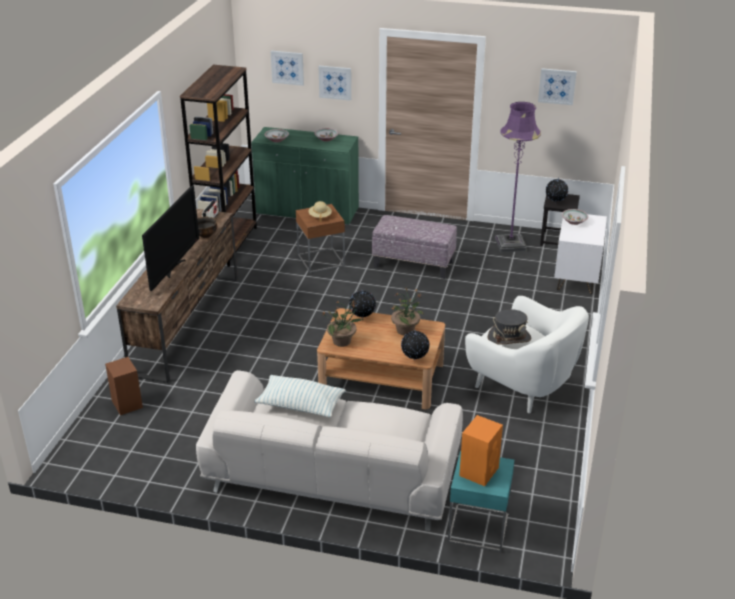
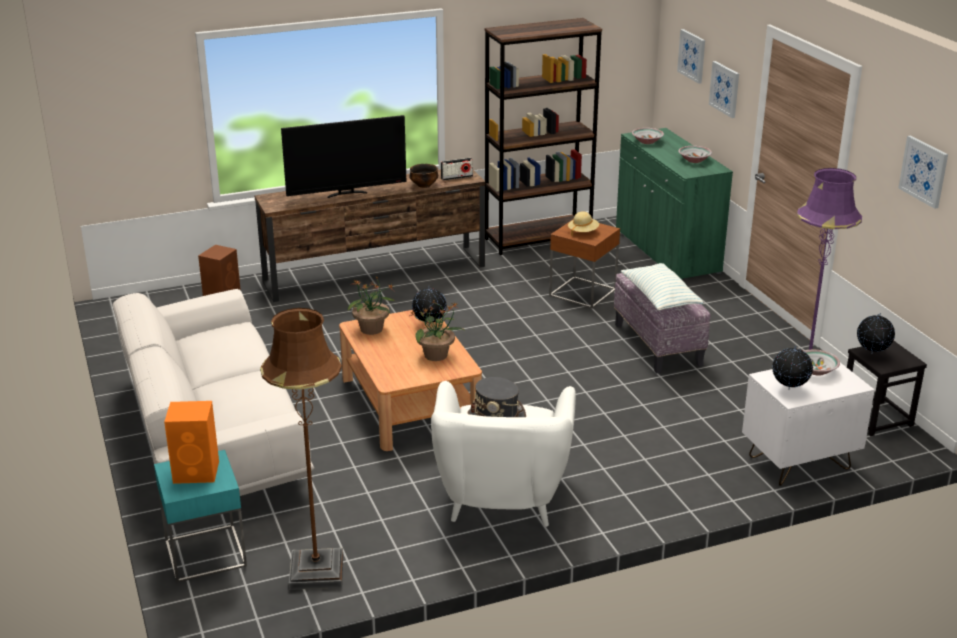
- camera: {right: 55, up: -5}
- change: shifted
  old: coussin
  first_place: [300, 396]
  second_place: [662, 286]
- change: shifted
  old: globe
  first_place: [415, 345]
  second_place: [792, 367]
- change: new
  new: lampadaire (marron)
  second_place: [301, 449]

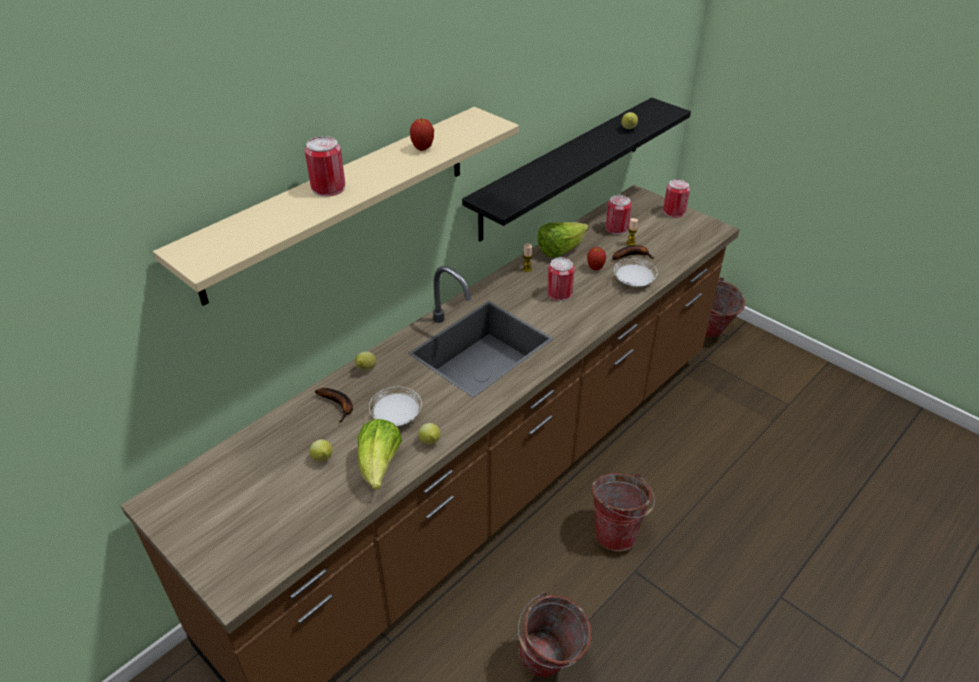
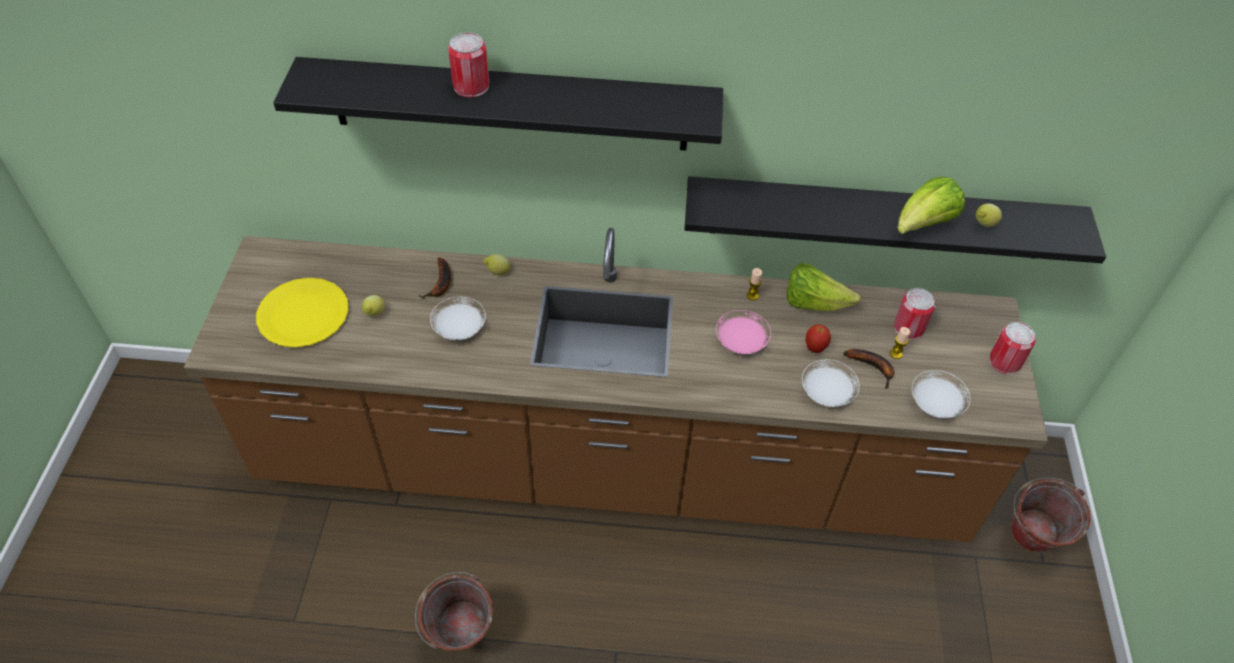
- camera: {right: 50, up: 10}
- change: repainted
  old: étagère (beige)
  new: étagère (noir)
  first_place: [336, 206]
  second_place: [498, 104]
- change: shifted
  old: laitue
  first_place: [380, 454]
  second_place: [931, 205]
- change: gone
  old: pomme
  first_place: [422, 135]
- change: gone
  old: citron
  first_place: [429, 434]
- change: swapped
  old: boîte métallique
  new: assiette (rose)
  first_place: [561, 279]
  second_place: [743, 332]
- change: gone
  old: seau
  first_place: [623, 512]
- change: new
  new: assiette (jaune)
  second_place: [302, 313]
- change: new
  new: assiette (blanc)
  second_place: [941, 394]

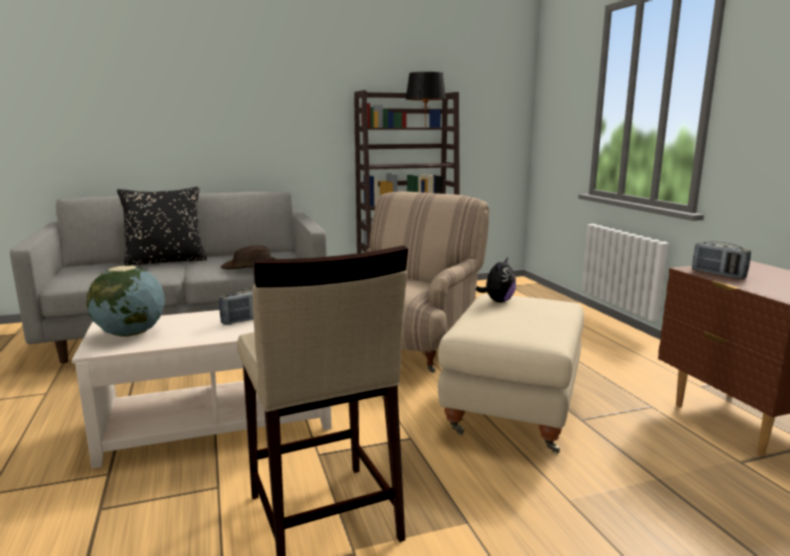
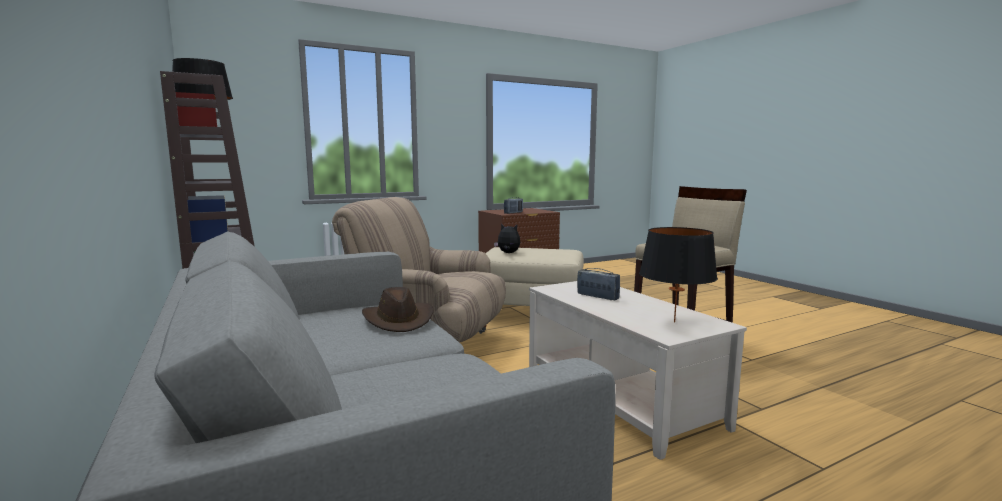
- camera: {right: -100, up: -5}
- change: swapped
  old: globe
  new: lampe de table (noir)
  first_place: [125, 301]
  second_place: [678, 274]
- change: gone
  old: coussin (noir)
  first_place: [162, 226]

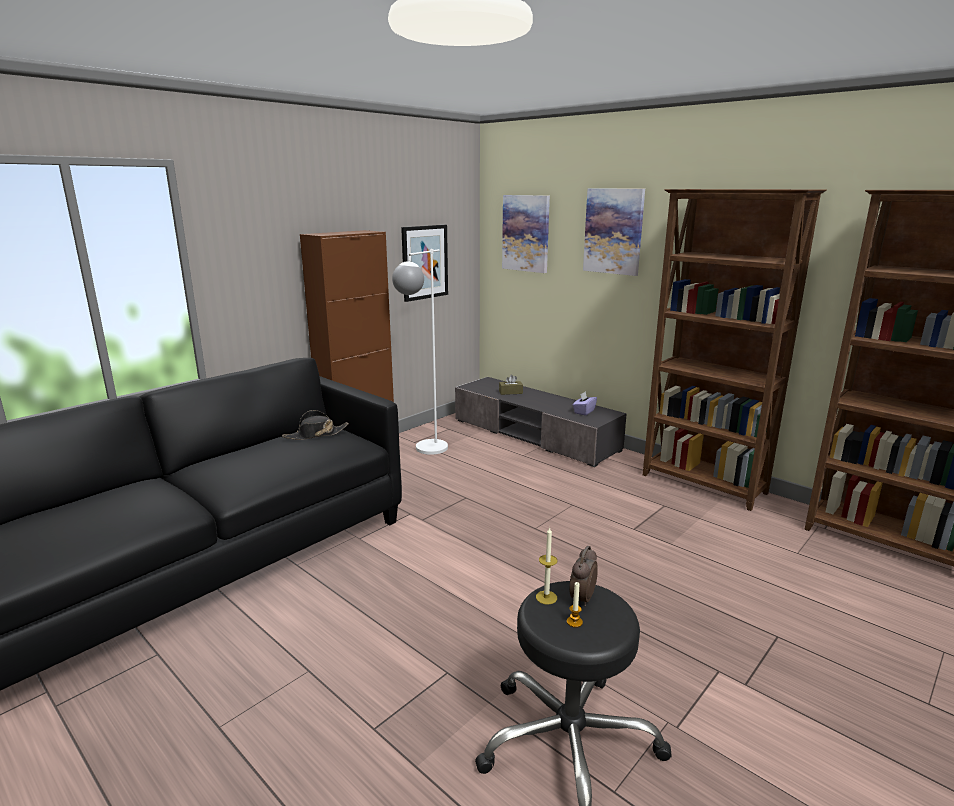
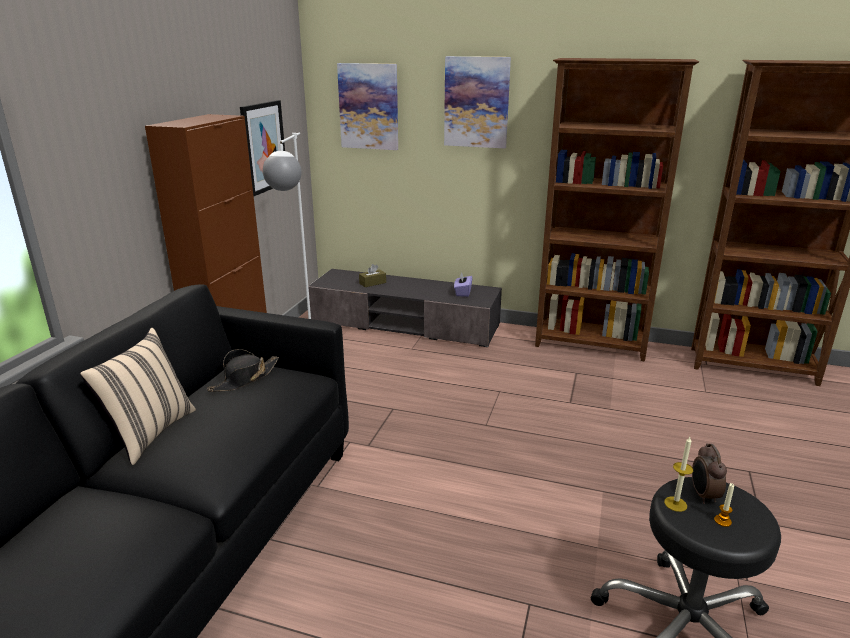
- camera: {right: -25, up: 5}
- change: new
  new: coussin (beige)
  second_place: [138, 396]

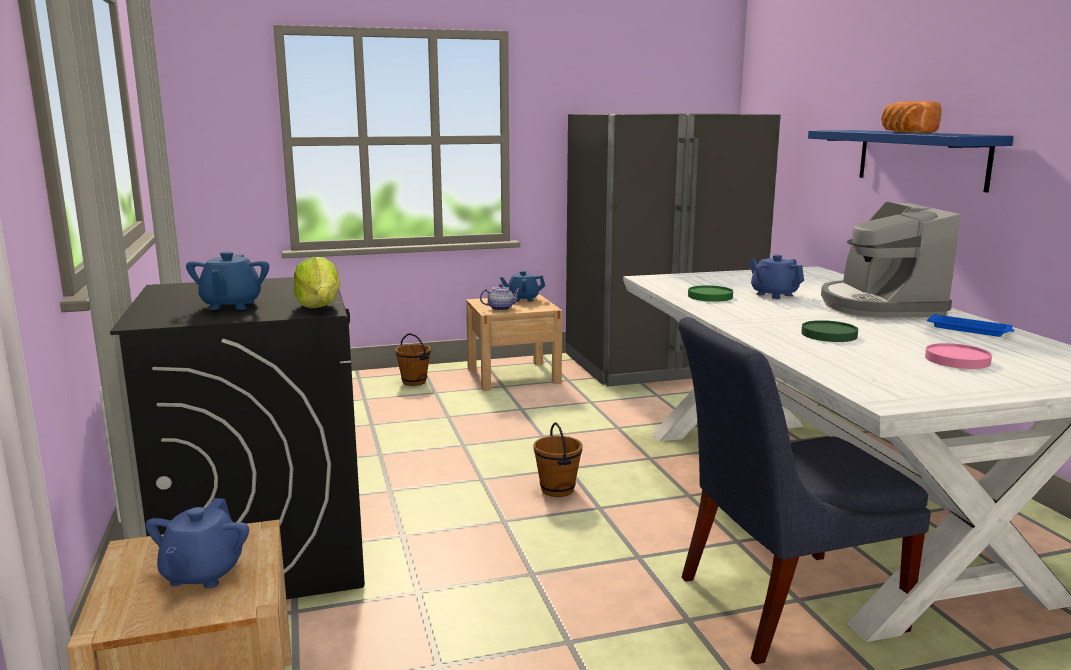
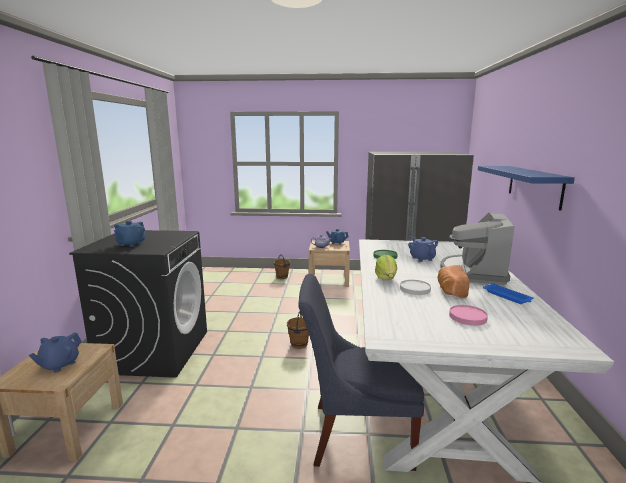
- camera: {right: 20, up: 0}
- change: shifted
  old: laitue
  first_place: [317, 282]
  second_place: [386, 267]
- change: repainted
  old: assiette (vert)
  new: assiette (blanc)
  first_place: [829, 331]
  second_place: [415, 287]
- change: shifted
  old: pain
  first_place: [911, 117]
  second_place: [453, 281]

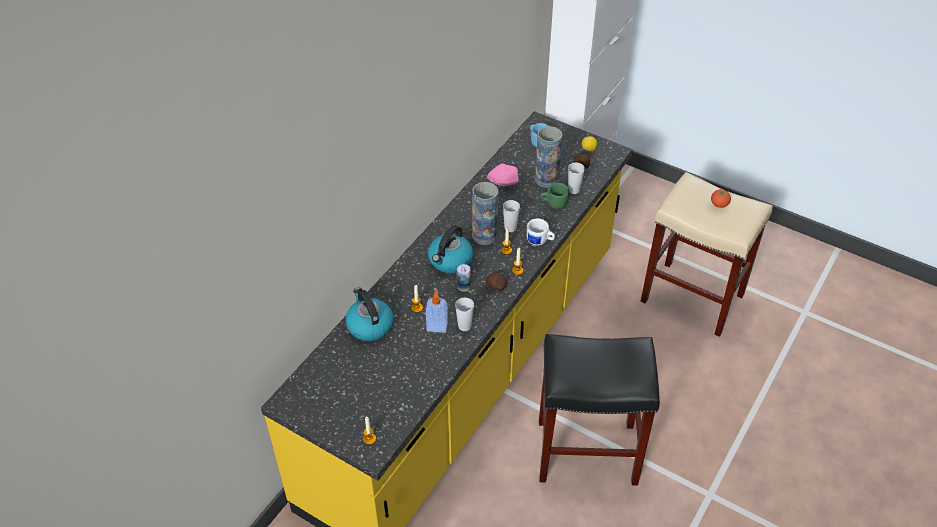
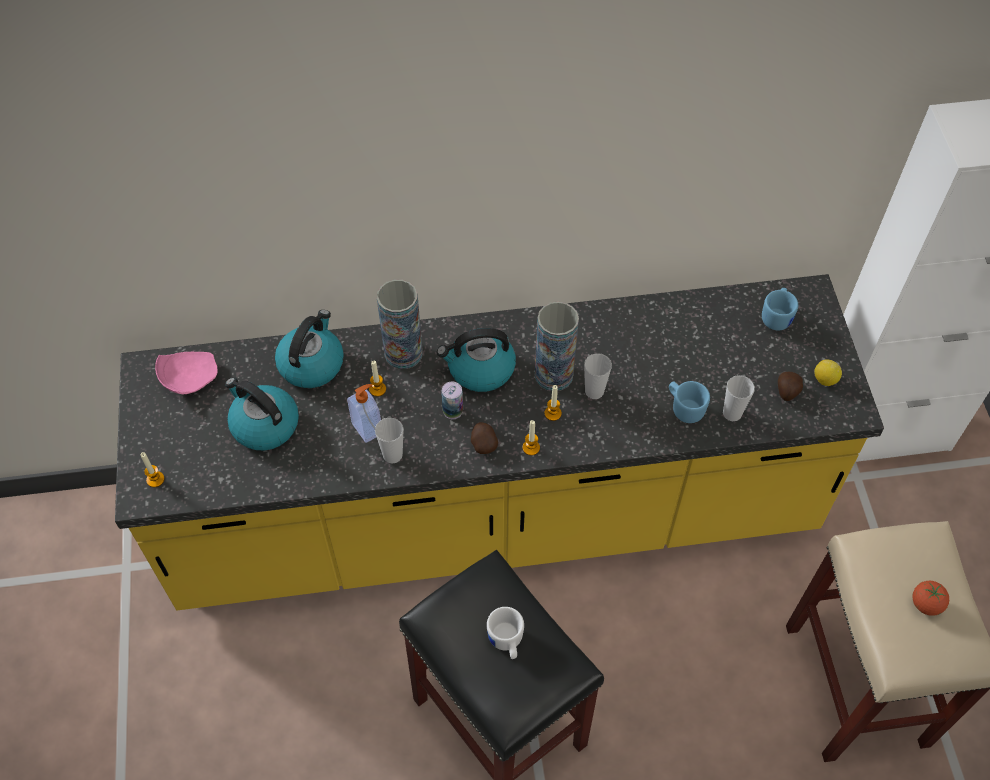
- camera: {right: 50, up: 10}
- change: shifted
  old: assiette (rose)
  first_place: [503, 175]
  second_place: [186, 373]
- change: shifted
  old: mug (blanc)
  first_place: [541, 232]
  second_place: [505, 633]
- change: shifted
  old: vase
  first_place: [548, 157]
  second_place: [400, 324]
- change: repainted
  old: mug (vert)
  new: mug (bleu)
  first_place: [554, 196]
  second_place: [689, 402]
- change: new
  new: bouilloire
  second_place: [262, 413]

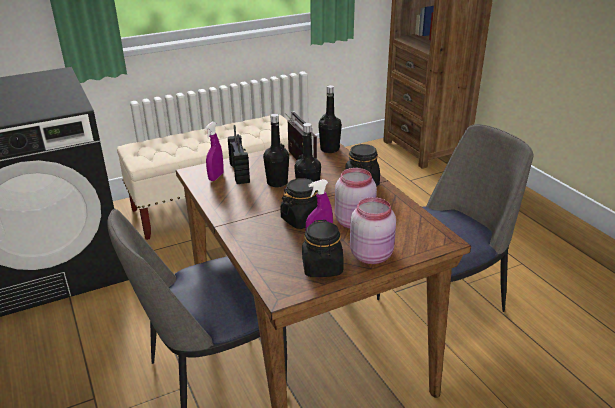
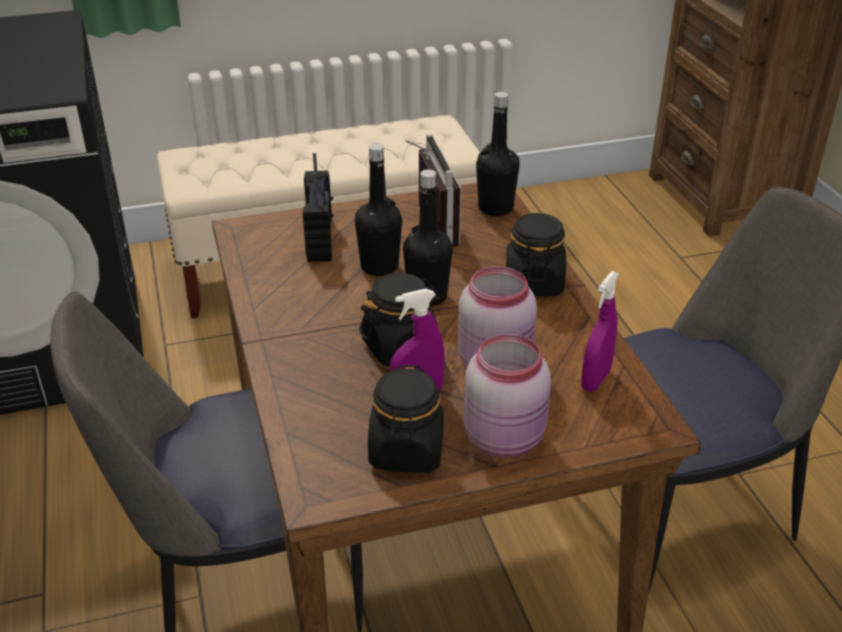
- camera: {right: 10, up: 5}
- change: shifted
  old: vaporisateur (violet)
  first_place: [214, 151]
  second_place: [600, 331]

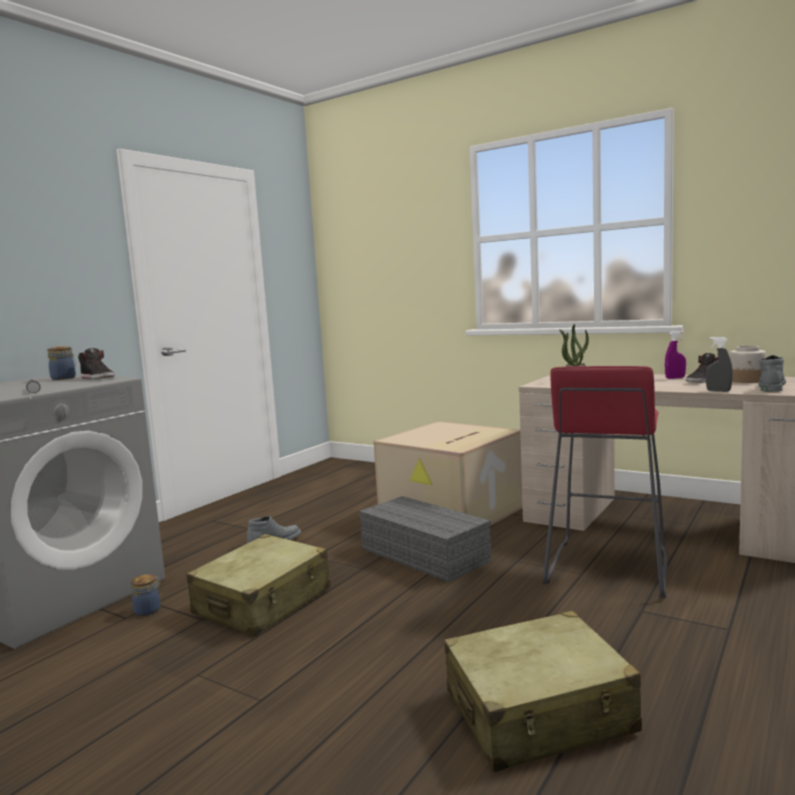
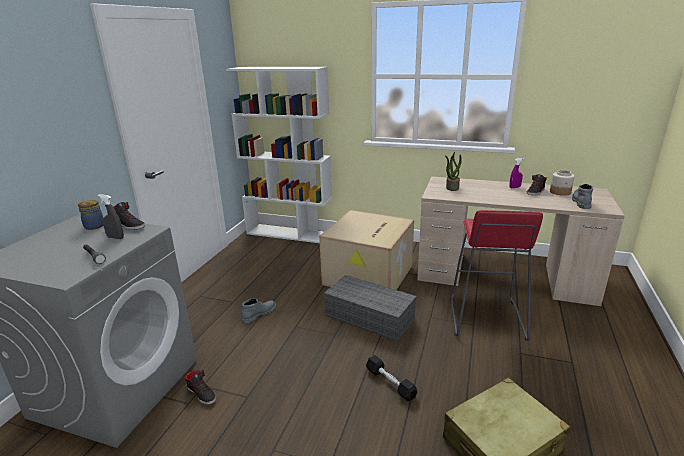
- camera: {right: -15, up: 15}
- change: swapped
  old: bocal
  new: chaussure (noir)
  first_place: [146, 595]
  second_place: [200, 387]
- change: gone
  old: valise (beige)
  first_place: [258, 585]
- change: shifted
  old: vaporisateur (gris)
  first_place: [719, 364]
  second_place: [111, 216]
- change: new
  new: bibliothèque (blanc)
  second_place: [279, 155]
- change: new
  new: haltère (noir)
  second_place: [391, 378]

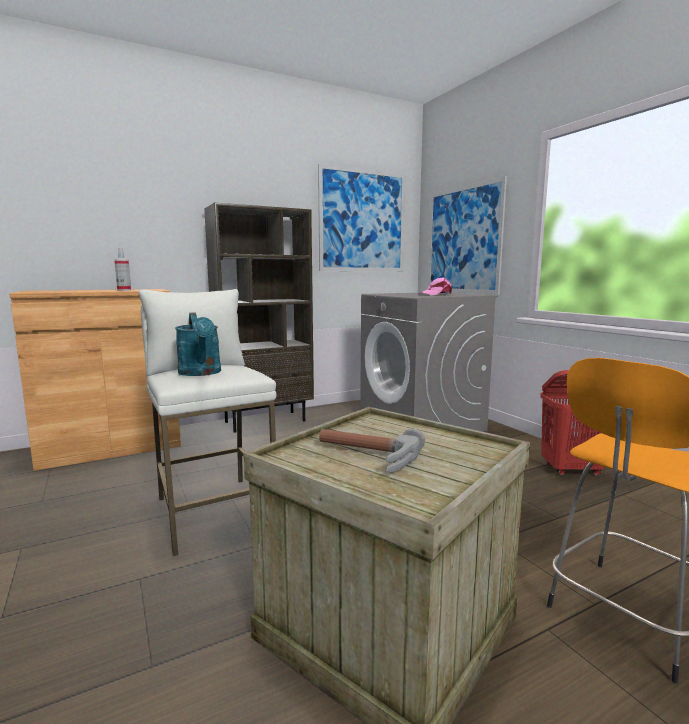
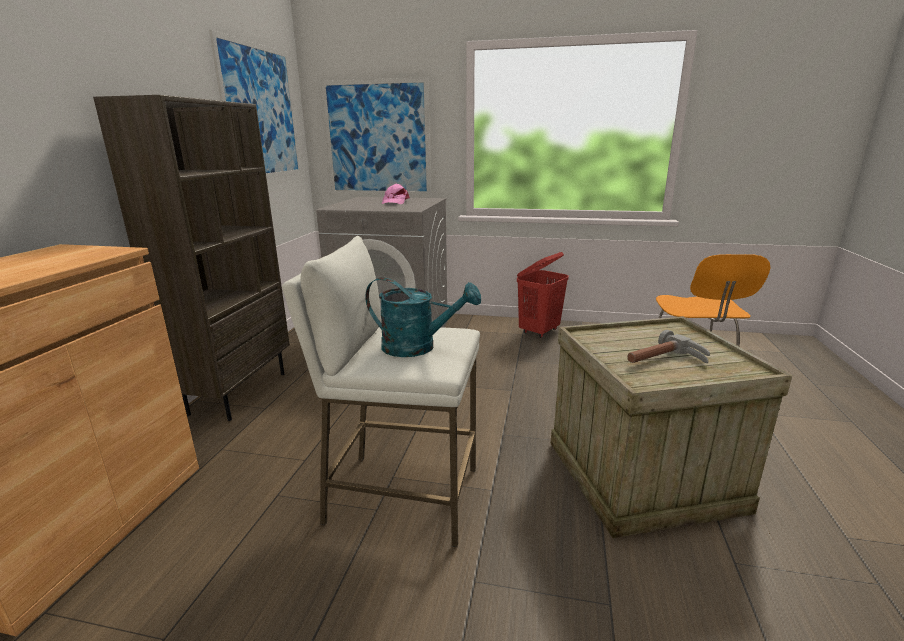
- camera: {right: -50, up: 10}
- change: gone
  old: vaporisateur
  first_place: [122, 269]

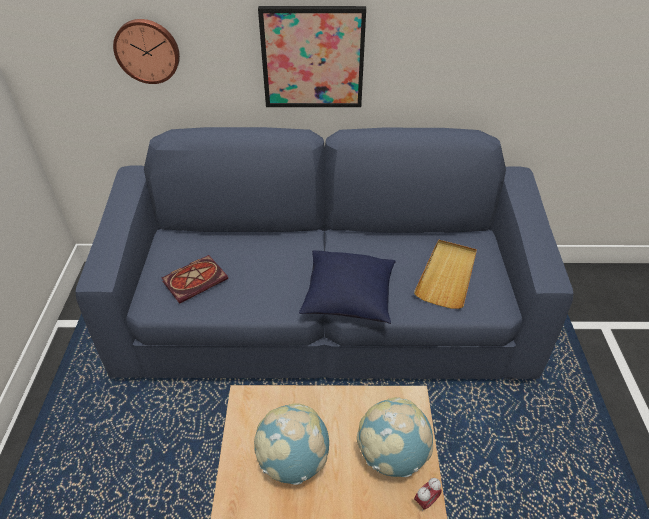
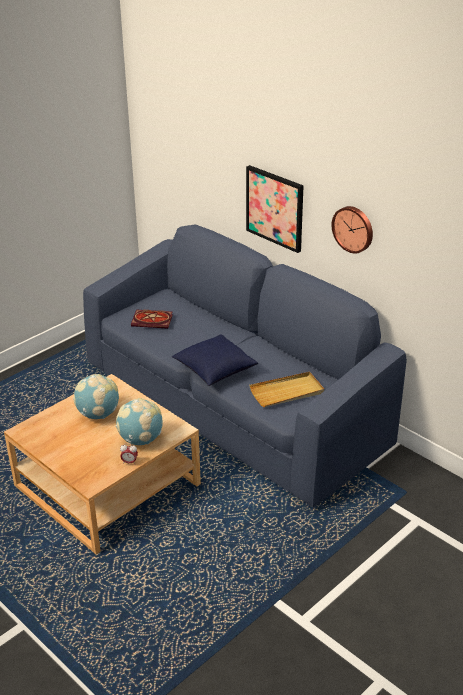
- camera: {right: 45, up: -10}
- change: shifted
  old: horloge murale
  first_place: [146, 51]
  second_place: [352, 230]

